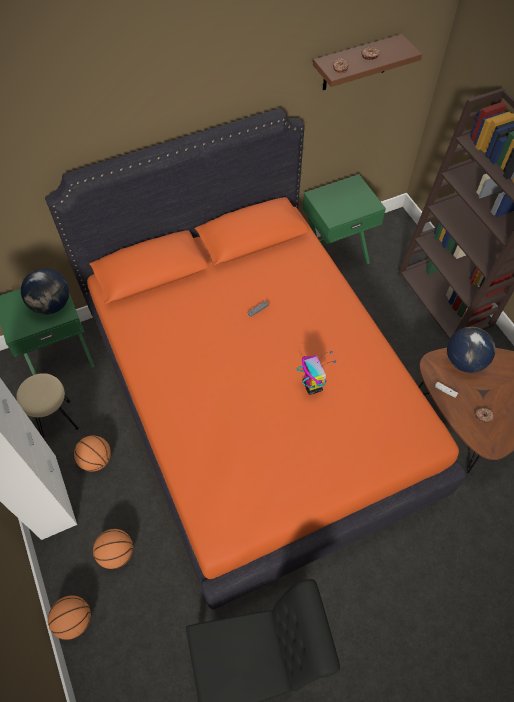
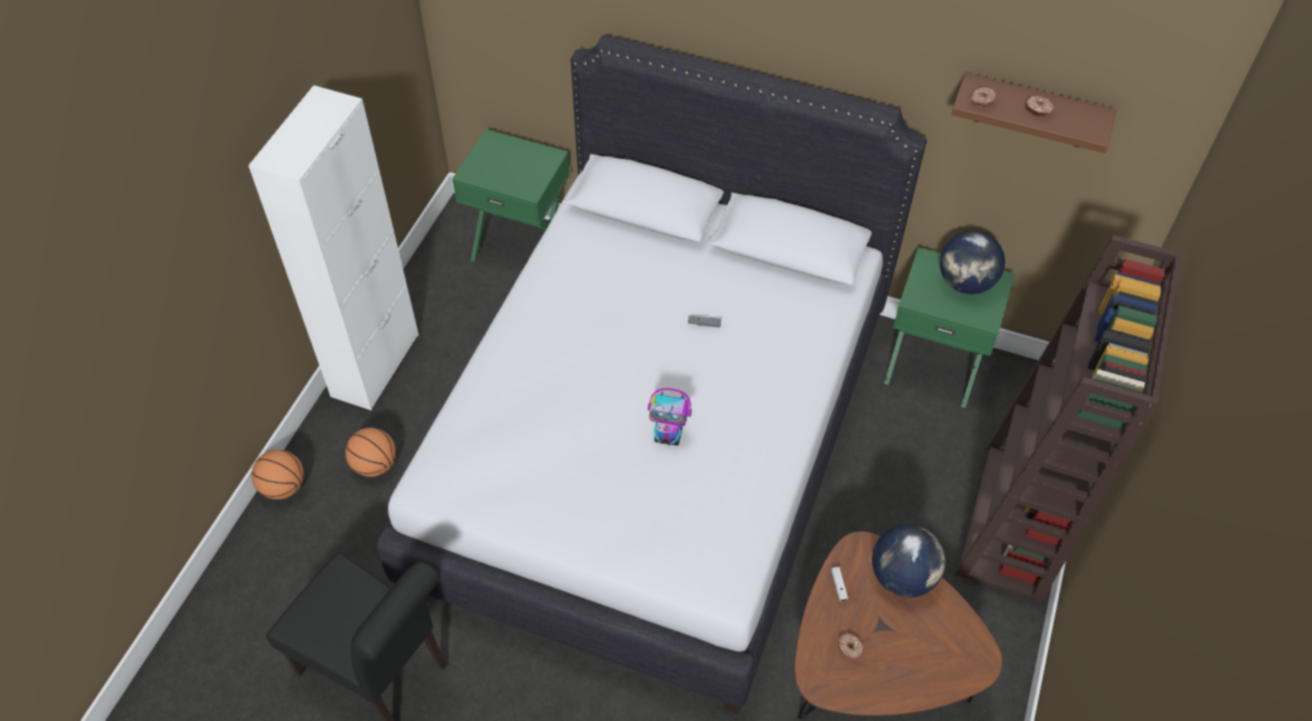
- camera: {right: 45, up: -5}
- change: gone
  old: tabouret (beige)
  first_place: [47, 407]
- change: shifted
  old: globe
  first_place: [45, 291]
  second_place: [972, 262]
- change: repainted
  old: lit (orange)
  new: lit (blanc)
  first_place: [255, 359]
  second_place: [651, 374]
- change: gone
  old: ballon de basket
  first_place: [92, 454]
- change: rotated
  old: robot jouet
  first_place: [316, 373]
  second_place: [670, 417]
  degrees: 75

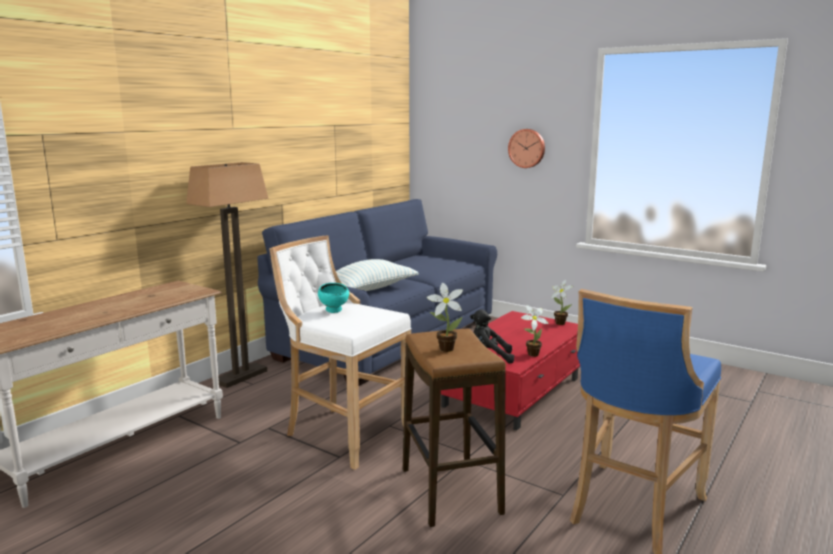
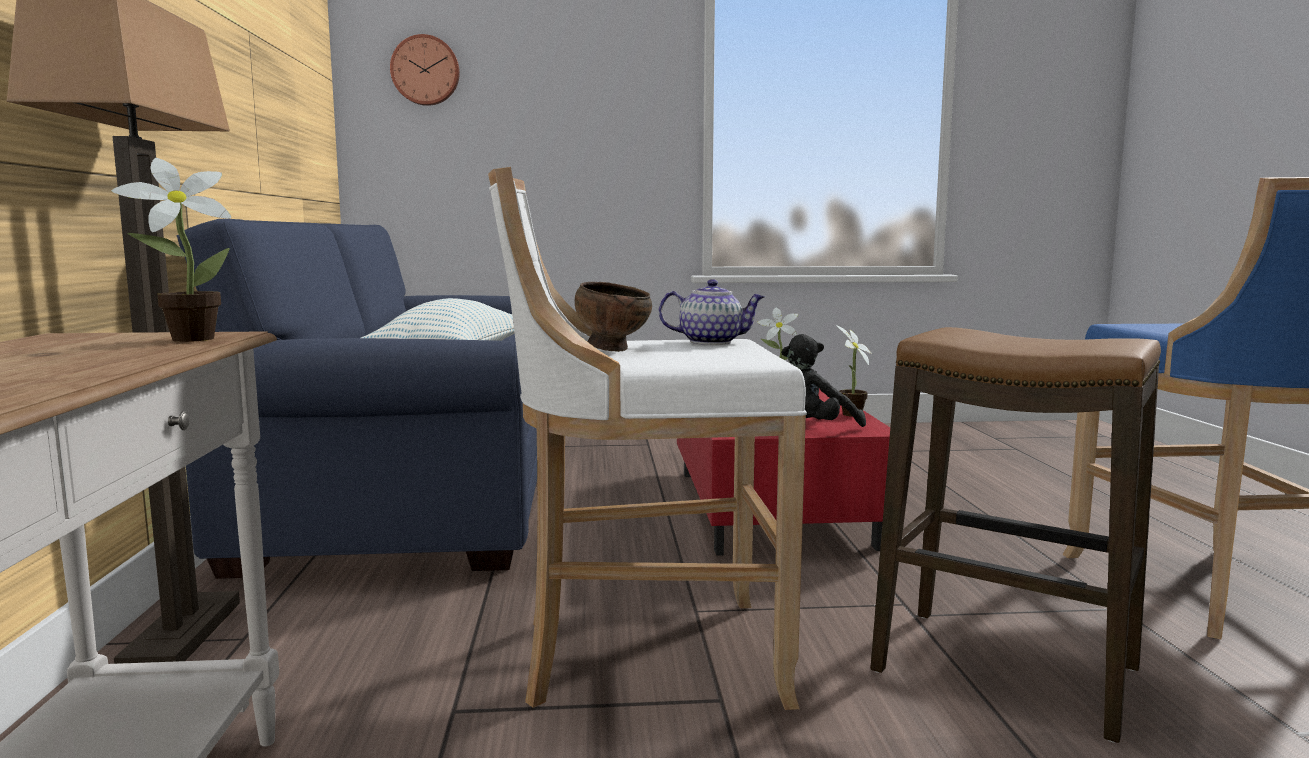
- camera: {right: -40, up: -5}
- change: repainted
  old: bol (turquoise)
  new: bol (marron)
  first_place: [333, 298]
  second_place: [613, 317]
- change: shifted
  old: plante en pot
  first_place: [444, 317]
  second_place: [171, 250]
- change: shifted
  old: horloge murale
  first_place: [526, 148]
  second_place: [425, 70]
- change: new
  new: théière
  second_place: [712, 312]

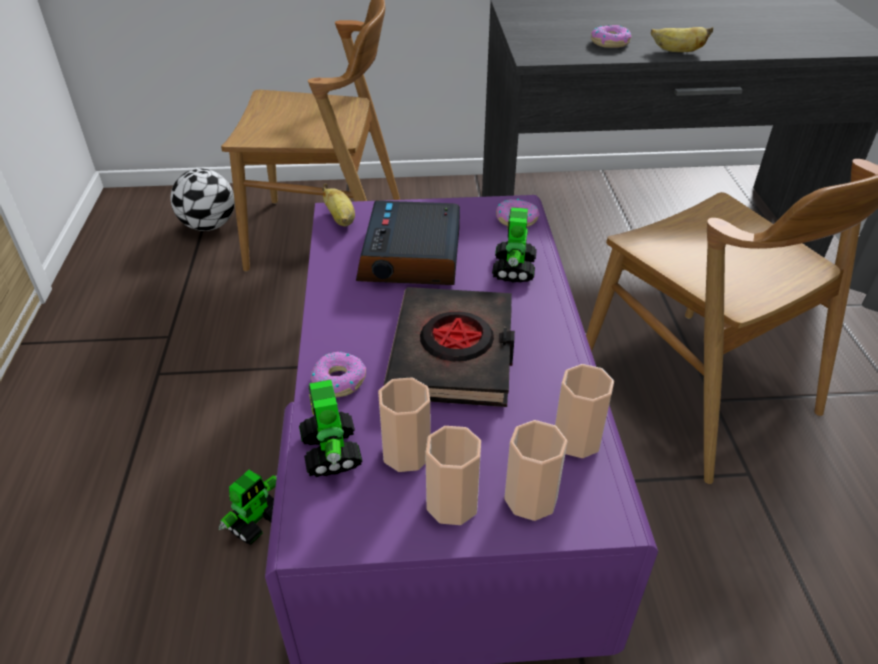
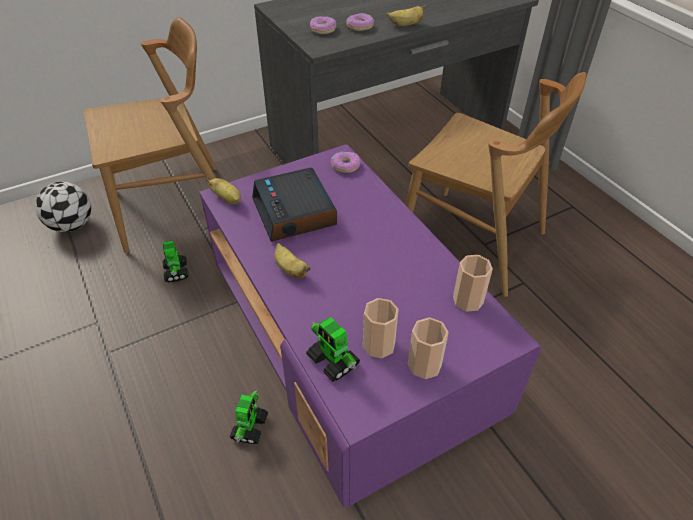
- camera: {right: -25, up: 5}
- change: shifted
  old: beignet
  first_place: [338, 374]
  second_place: [323, 25]
- change: gone
  old: livre (noir)
  first_place: [449, 347]
- change: shifted
  old: robot jouet
  first_place: [514, 244]
  second_place: [175, 261]
- change: gone
  old: tasse
  first_place: [535, 470]
- change: new
  new: banane
  second_place: [292, 260]

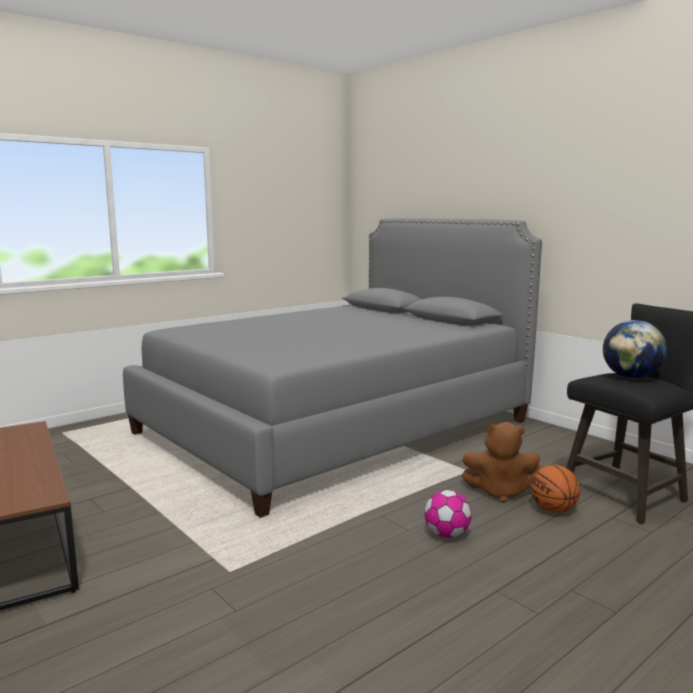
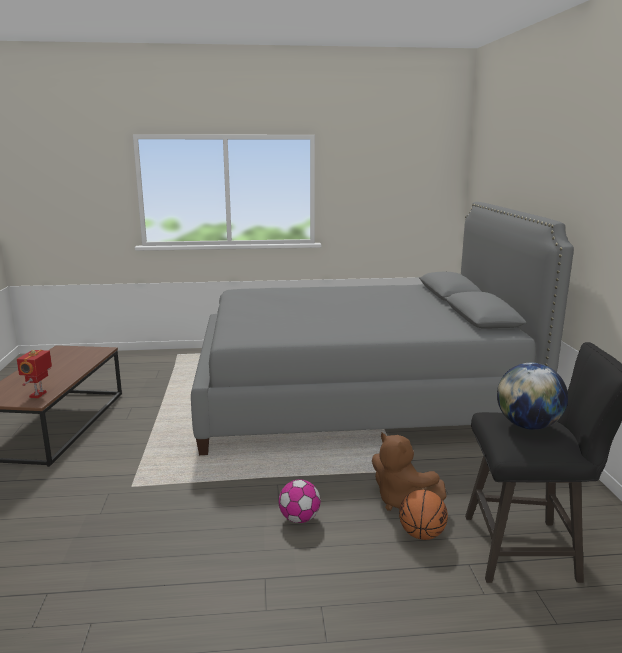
- camera: {right: 35, up: 5}
- change: new
  new: robot jouet
  second_place: [34, 374]

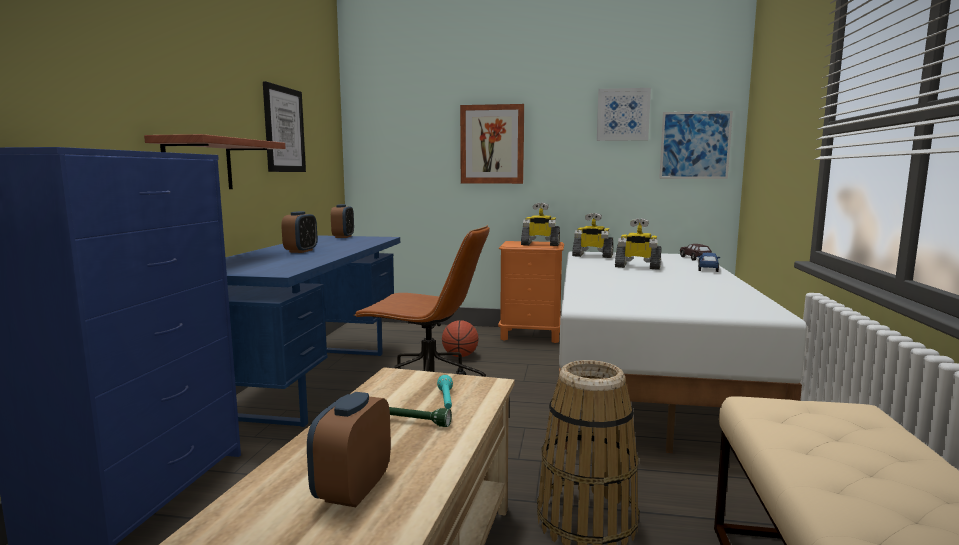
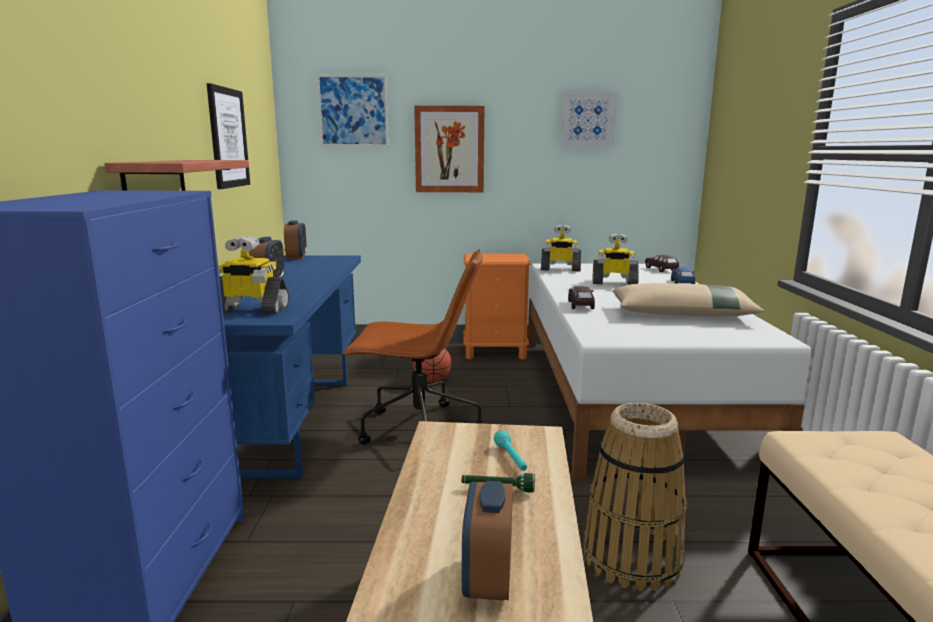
- camera: {right: -10, up: 5}
- change: shifted
  old: robot jouet
  first_place: [540, 224]
  second_place: [253, 275]
- change: shifted
  old: tableau
  first_place: [696, 145]
  second_place: [352, 111]
- change: new
  new: petite voiture (marron)
  second_place: [581, 297]
- change: new
  new: coussin (beige)
  second_place: [689, 300]

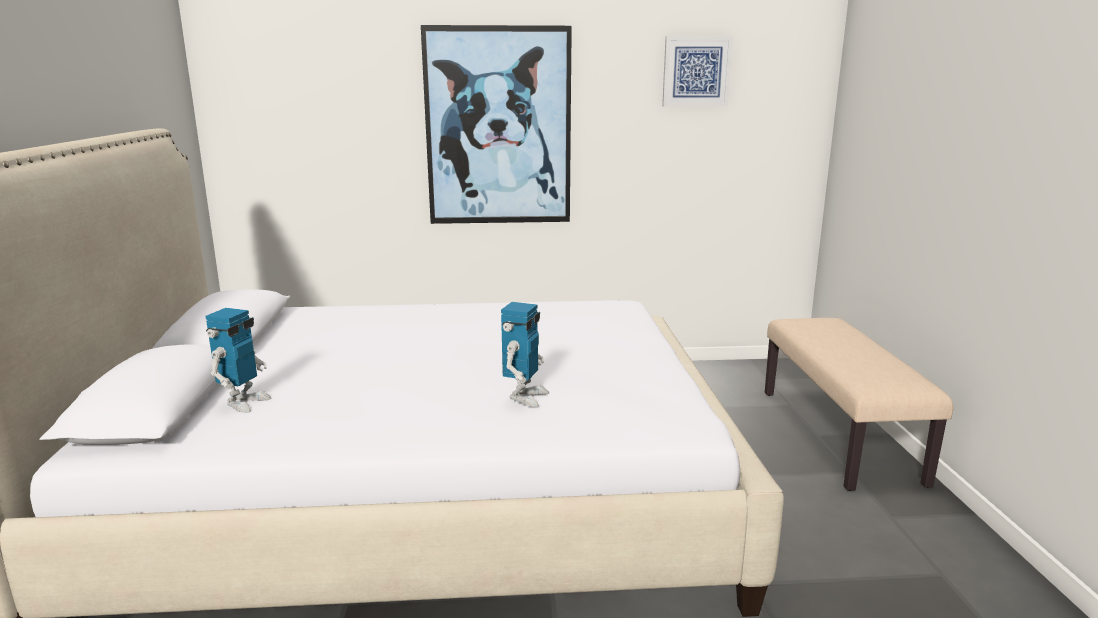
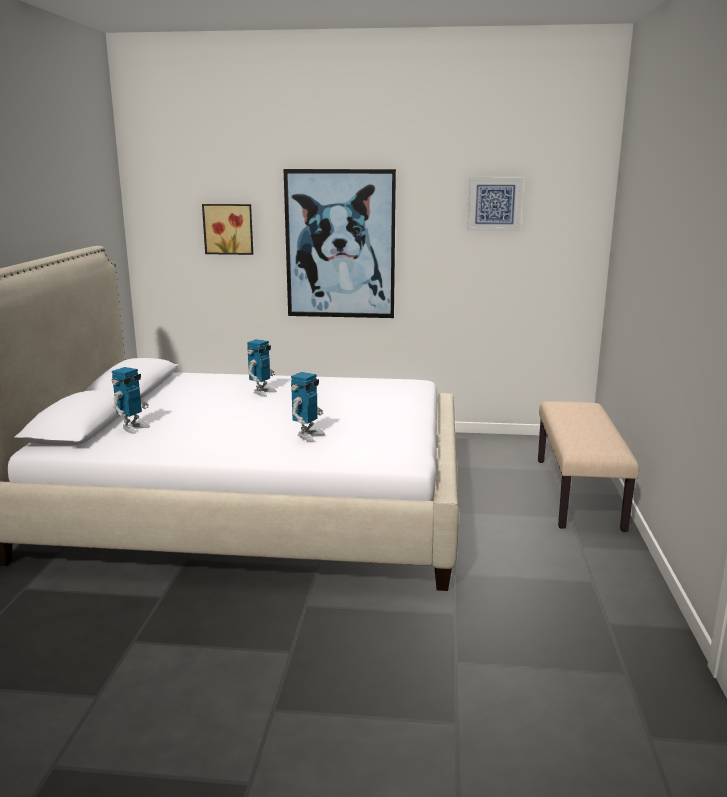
- camera: {right: 10, up: 0}
- change: new
  new: tableau
  second_place: [227, 229]
- change: new
  new: robot jouet
  second_place: [262, 368]

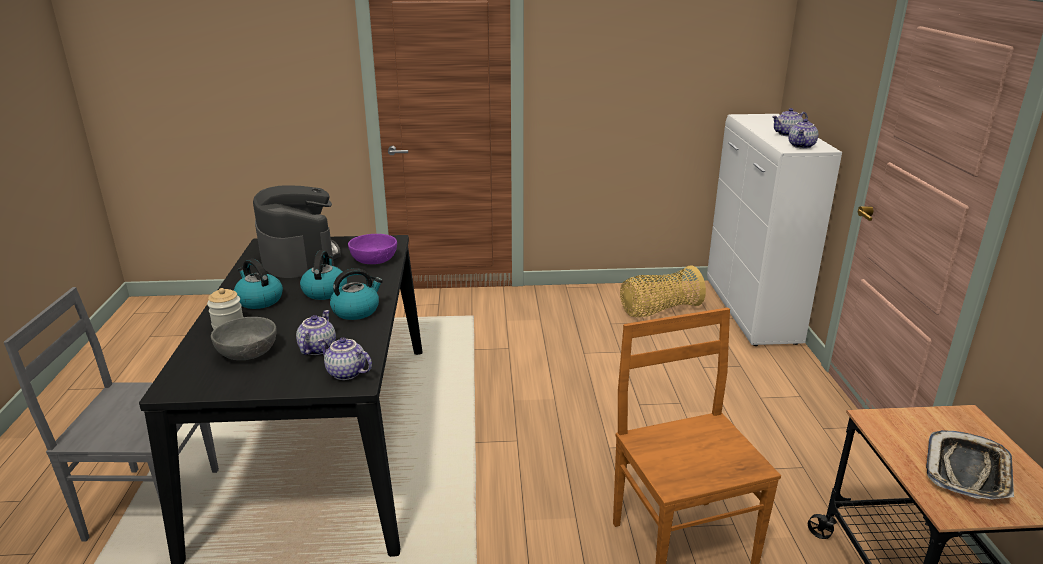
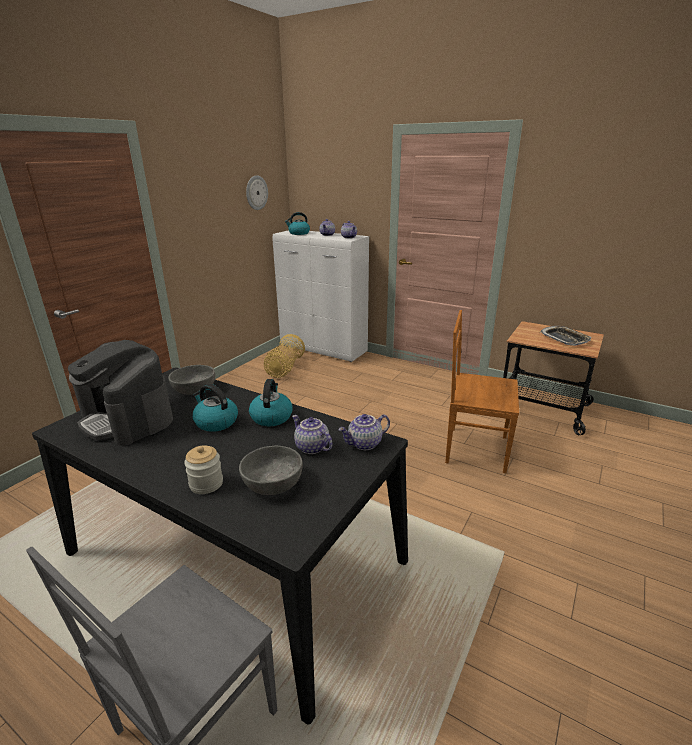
- camera: {right: -55, up: 0}
- change: shifted
  old: bouilloire
  first_place: [258, 284]
  second_place: [297, 223]
- change: rotated
  old: machine à café
  first_place: [297, 231]
  second_place: [120, 393]
  degrees: -150
- change: repainted
  old: bol (violet)
  new: bol (gris)
  first_place: [372, 249]
  second_place: [191, 380]
- change: new
  new: horloge murale
  second_place: [257, 192]

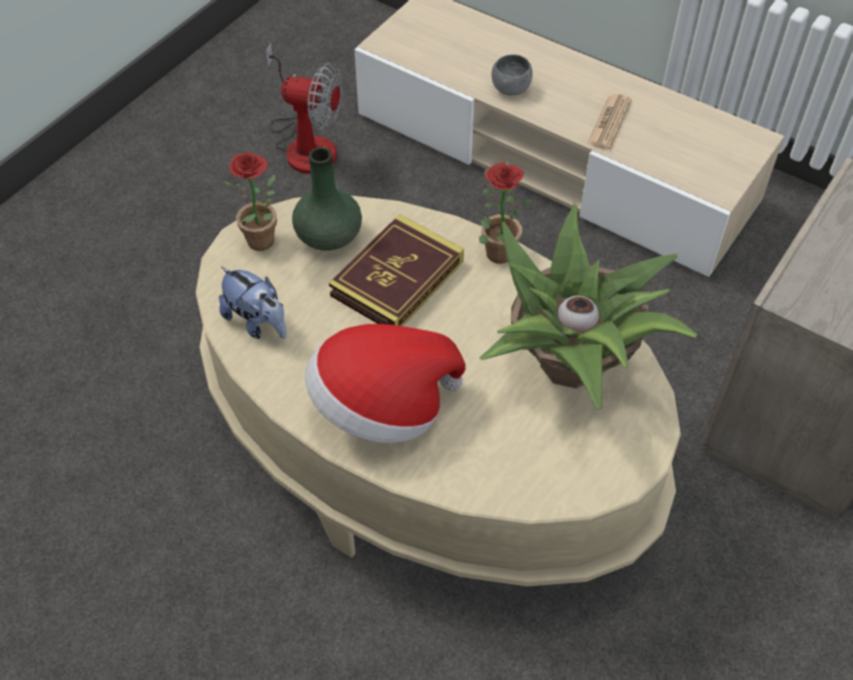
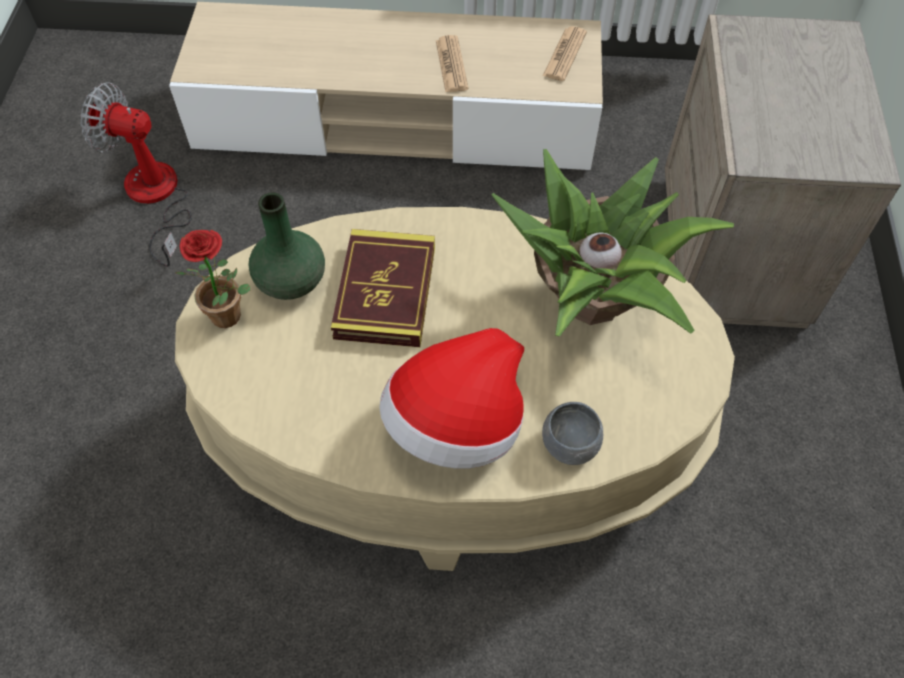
- camera: {right: -30, up: 5}
- change: gone
  old: peluche
  first_place: [253, 302]
- change: rotated
  old: ventilateur
  first_place: [304, 108]
  second_place: [136, 174]
  degrees: -150
- change: gone
  old: plante en pot
  first_place: [505, 213]
- change: shifted
  old: bol (gris)
  first_place: [512, 75]
  second_place: [572, 433]
- change: new
  new: journal
  second_place: [565, 53]

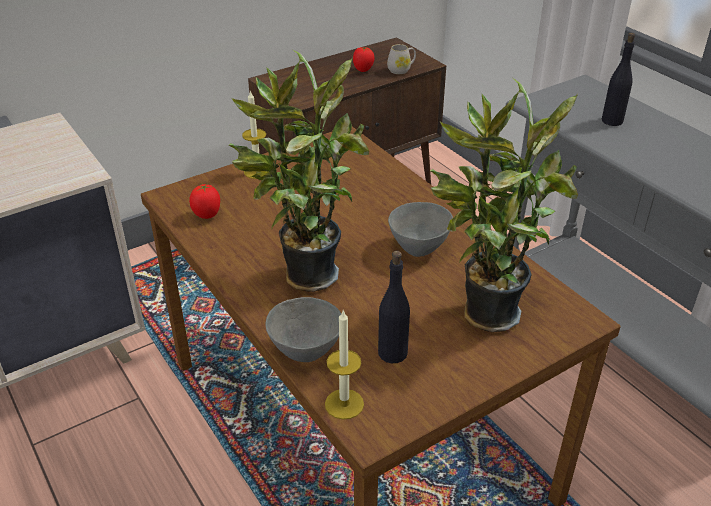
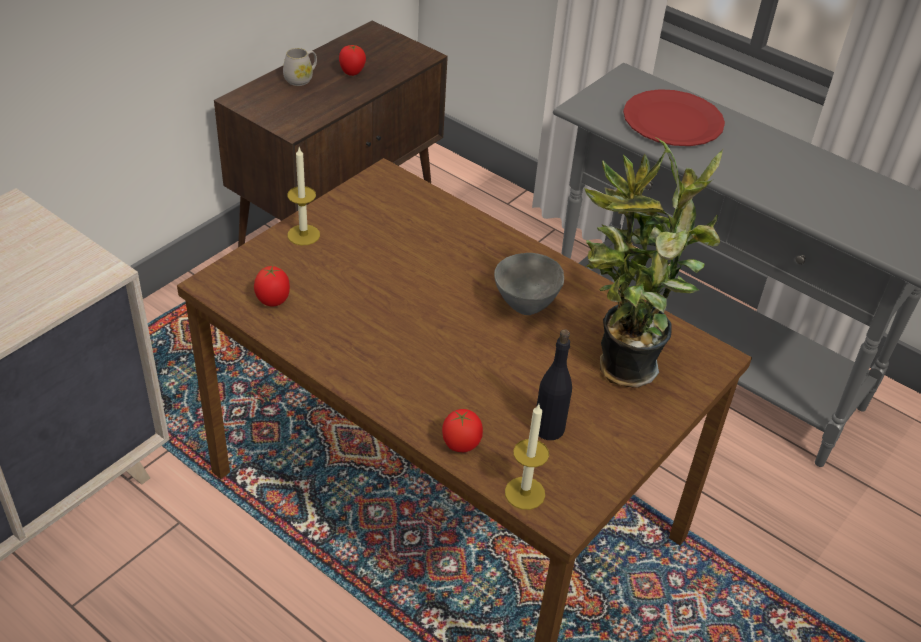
- camera: {right: -20, up: 5}
- change: gone
  old: plante en pot
  first_place: [299, 170]
- change: swapped
  old: bol (gris)
  new: tomate
  first_place: [303, 329]
  second_place: [462, 430]
- change: shifted
  old: mug (blanc)
  first_place: [401, 59]
  second_place: [300, 67]
- change: swapped
  old: bouteille (noir)
  new: assiette (rouge)
  first_place: [618, 79]
  second_place: [674, 117]

